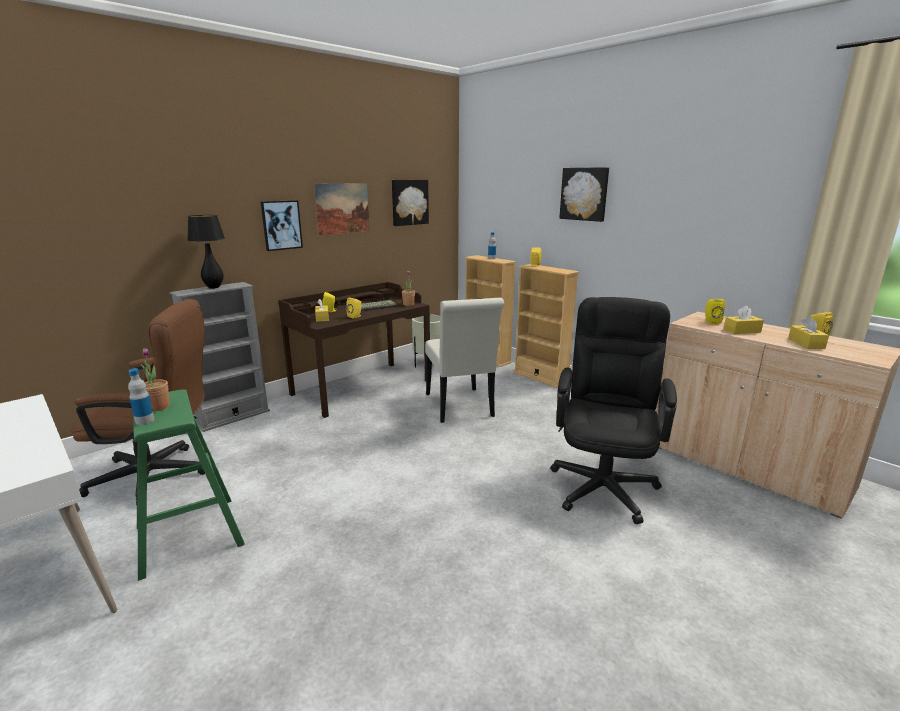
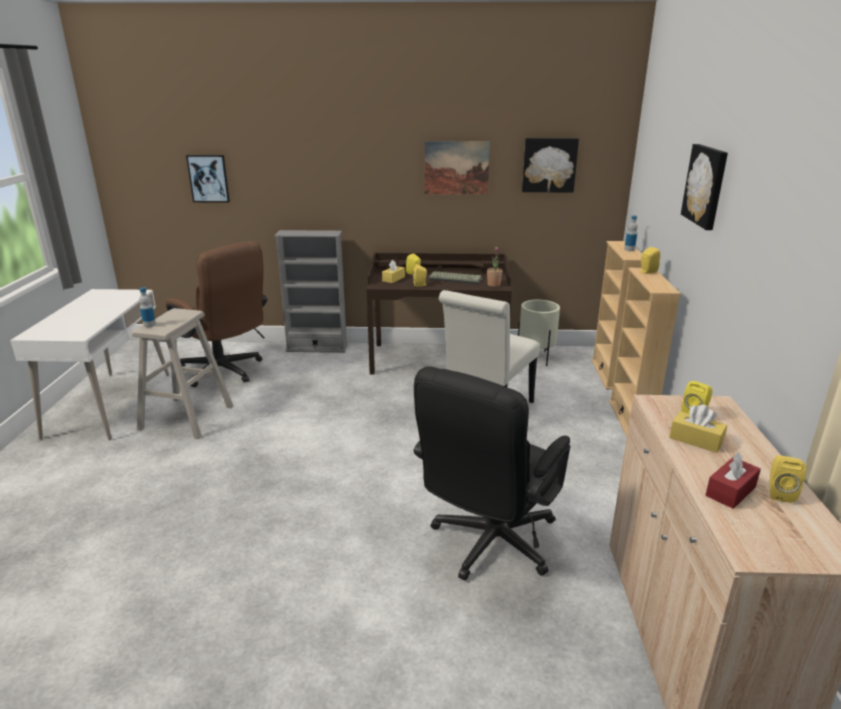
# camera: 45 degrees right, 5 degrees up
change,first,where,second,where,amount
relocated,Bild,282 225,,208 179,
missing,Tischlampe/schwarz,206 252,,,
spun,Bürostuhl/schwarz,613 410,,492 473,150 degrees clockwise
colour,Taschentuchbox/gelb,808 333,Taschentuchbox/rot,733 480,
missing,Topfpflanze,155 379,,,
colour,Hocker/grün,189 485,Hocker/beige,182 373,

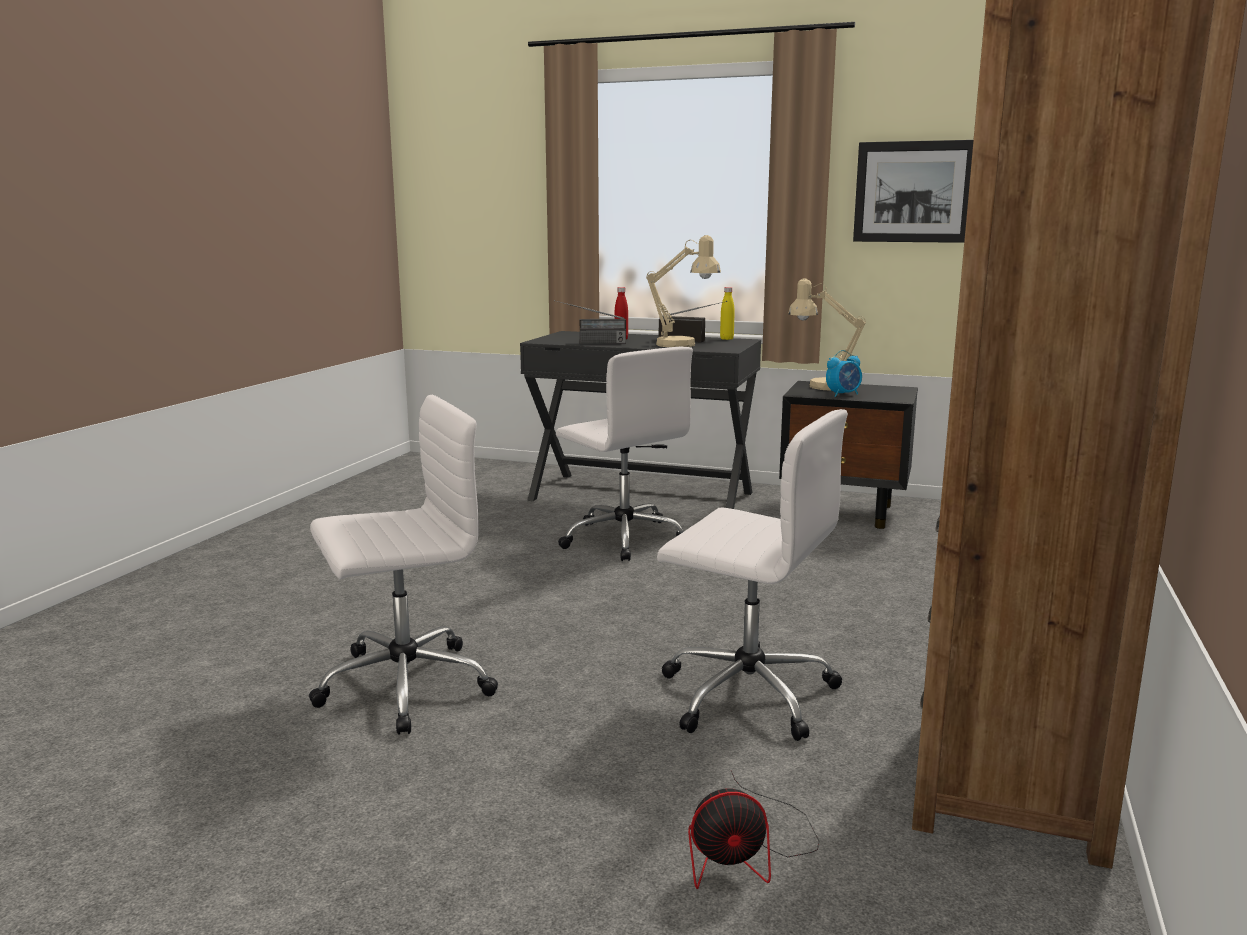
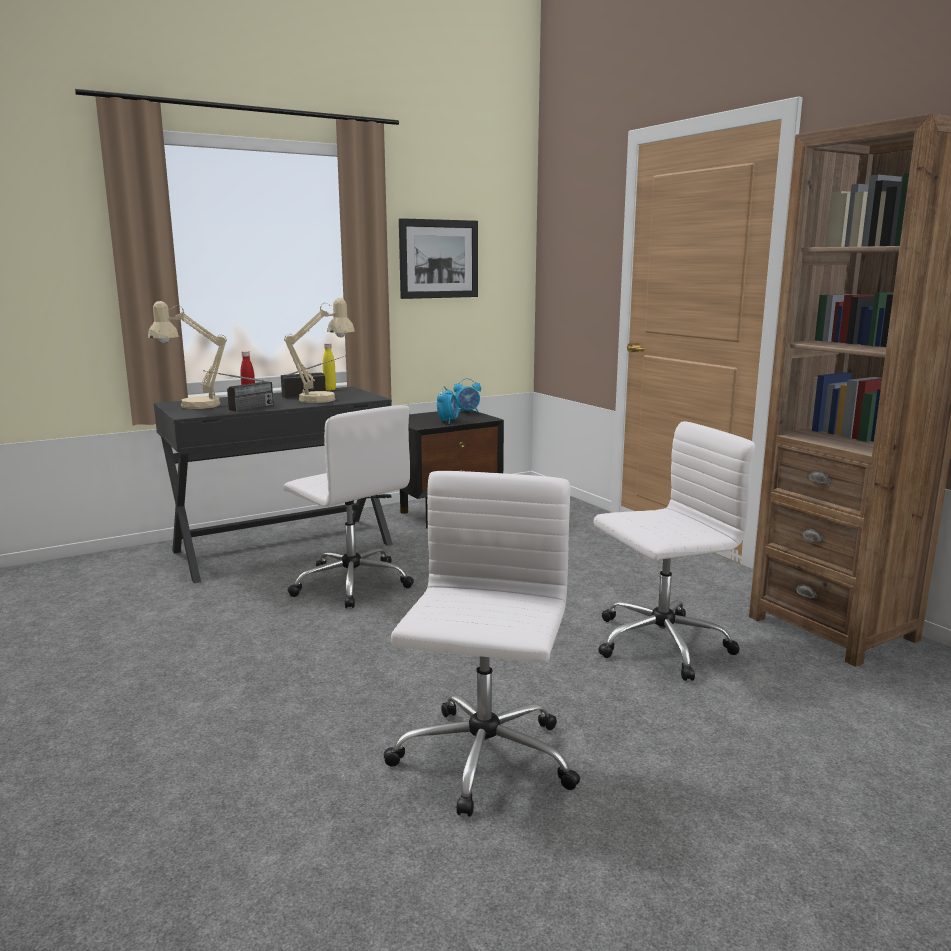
# camera: 50 degrees left, 0 degrees up
change,first,where,second,where,amount
relocated,Tischlampe/beige,827 334,,187 355,
spun,Bürostuhl/weiß,624 454,,348 507,45 degrees clockwise
missing,Ventilator,753 829,,,
appeared,,,Wecker,467 395,

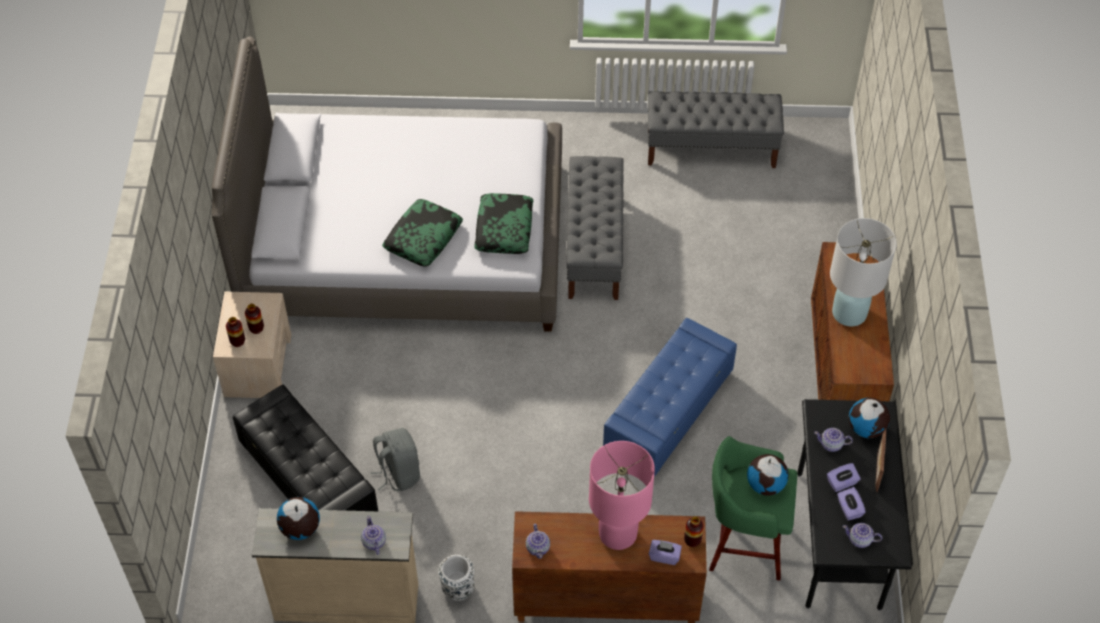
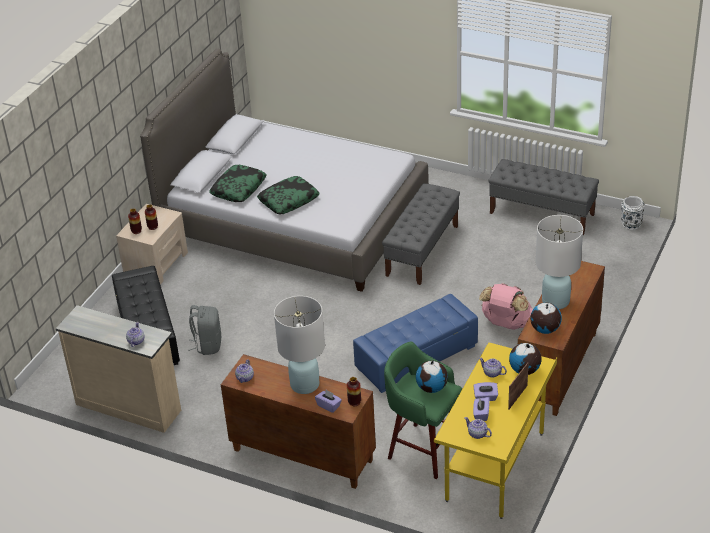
# camera: 25 degrees right, 15 degrees down
change,first,where,second,where,amount
relocated,Kissen,504 223,,237 183,
colour,Schreibtisch/schwarz,855 504,Schreibtisch/gelb,495 431,
colour,Tischlampe/rosa,622 495,Tischlampe/weiß,299 345,
relocated,Globus,298 518,,546 318,
relocated,Vase/weiß,456 578,,633 213,
appeared,,,Rucksack/rosa,506 306,

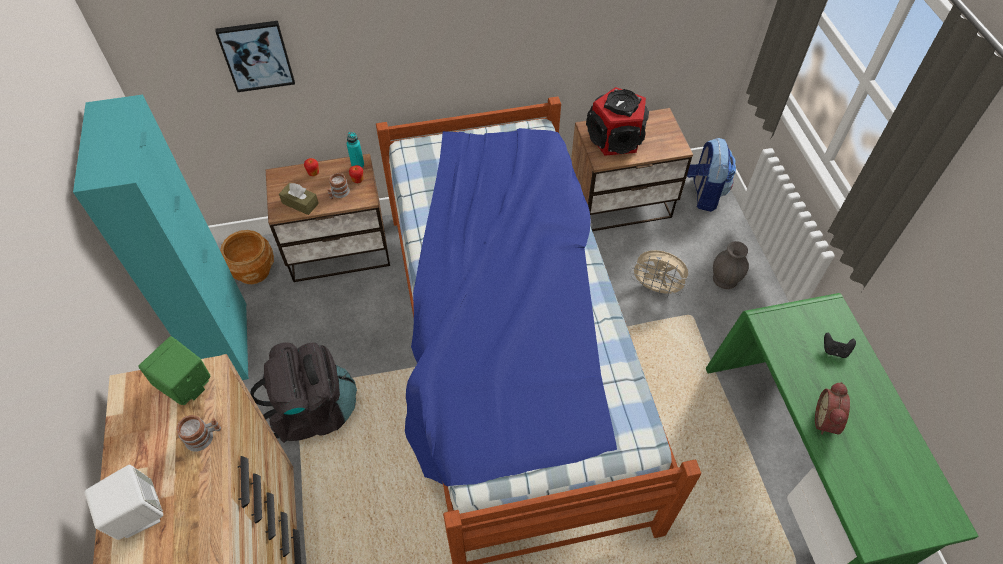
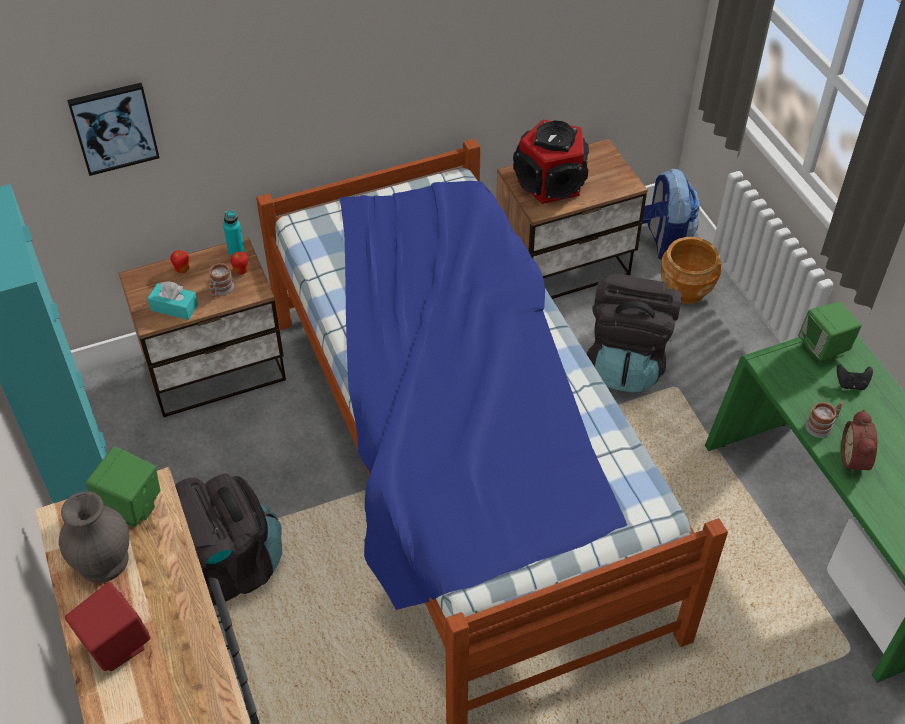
# camera: 10 degrees left, 5 degrees down
change,first,where,second,where,amount
colour,Taschentuchbox/braun,299 199,Taschentuchbox/türkis,172 300,
relocated,Pflanzkübel/braun,247 257,,691 270,
relocated,Vase/grau,731 265,,94 537,
exchanged,Ventilator/beige,659 274,Rucksack/schwarz,634 333,
relocated,Henkelbecher,198 433,,824 420,
colour,Lautsprecher/weiß,124 502,Lautsprecher/rot,107 626,
appeared,,,Lautsprecher/grün,830 333,

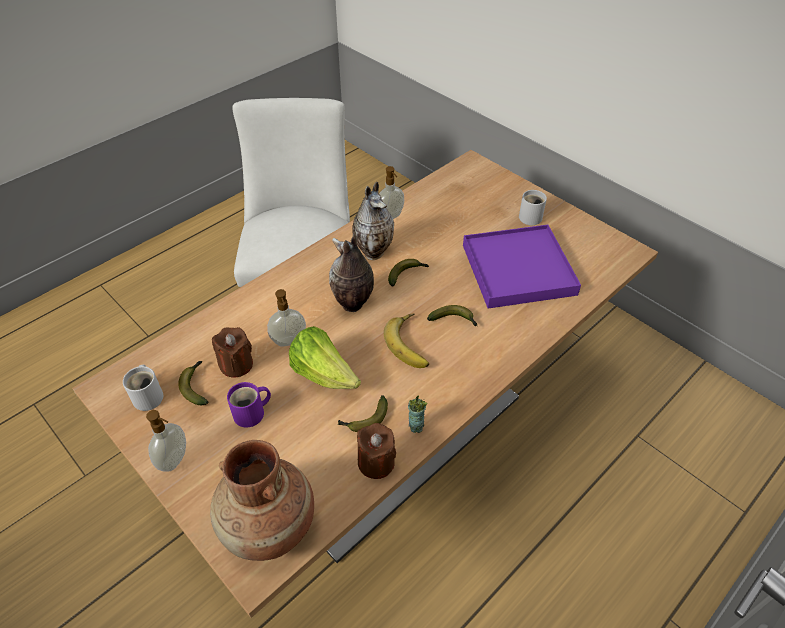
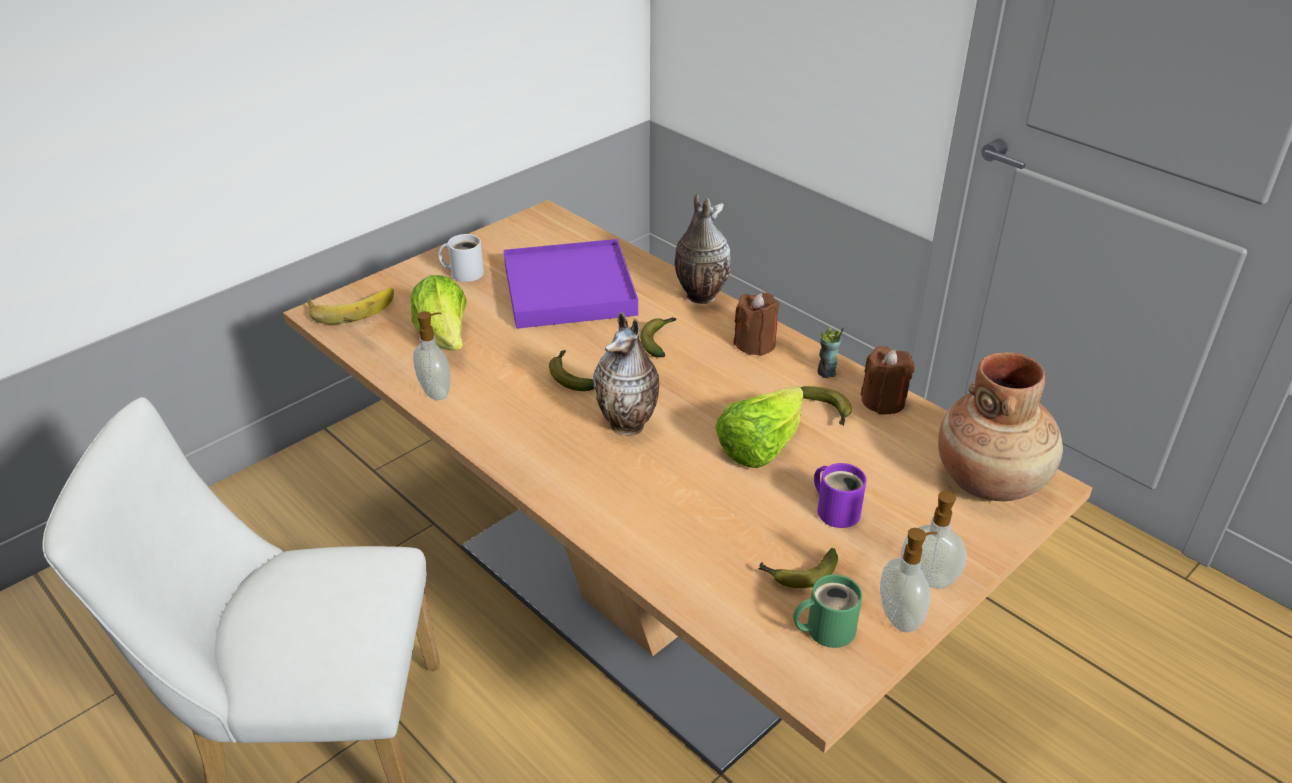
# camera: 90 degrees left, 10 degrees down
change,first,where,second,where,amount
relocated,Vase,373 221,,703 249,
relocated,Seifenspender,286 317,,909 580,
relocated,Banane,406 340,,351 306,
relocated,Kerze/braun,232 352,,756 324,
colour,Henkelbecher/weiß,143 387,Henkelbecher/grün,827 611,
appeared,,,Salatkopf,438 312,

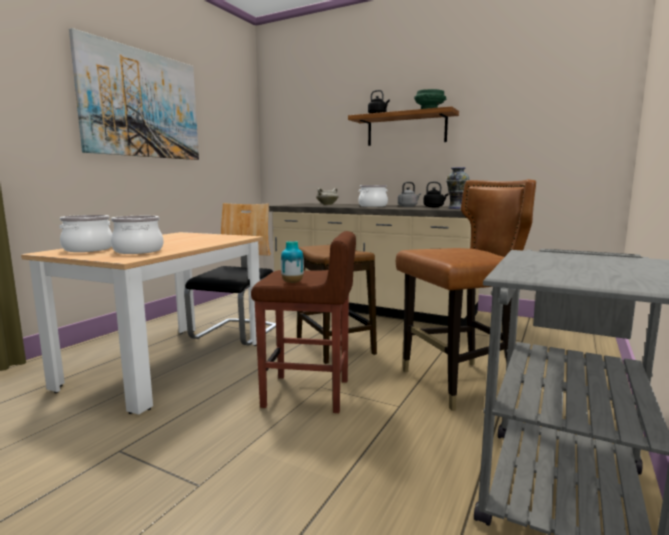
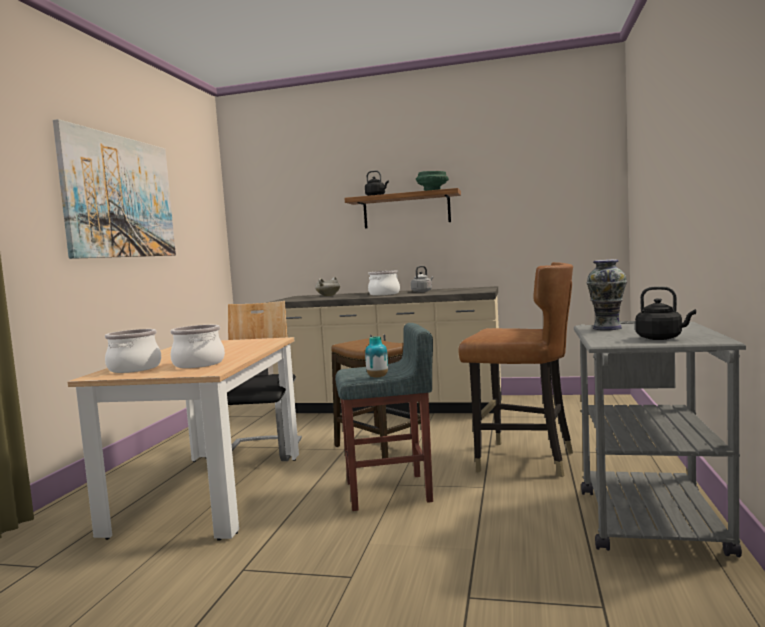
# camera: 15 degrees left, 5 degrees down
change,first,where,second,where,amount
relocated,Vase,457 188,,607 294,
spun,Stuhl/braun,466 295,,515 369,60 degrees clockwise
relocated,Wasserkessel/schwarz,436 194,,665 313,
colour,Hocker/braun,303 322,Hocker/grau,384 417,

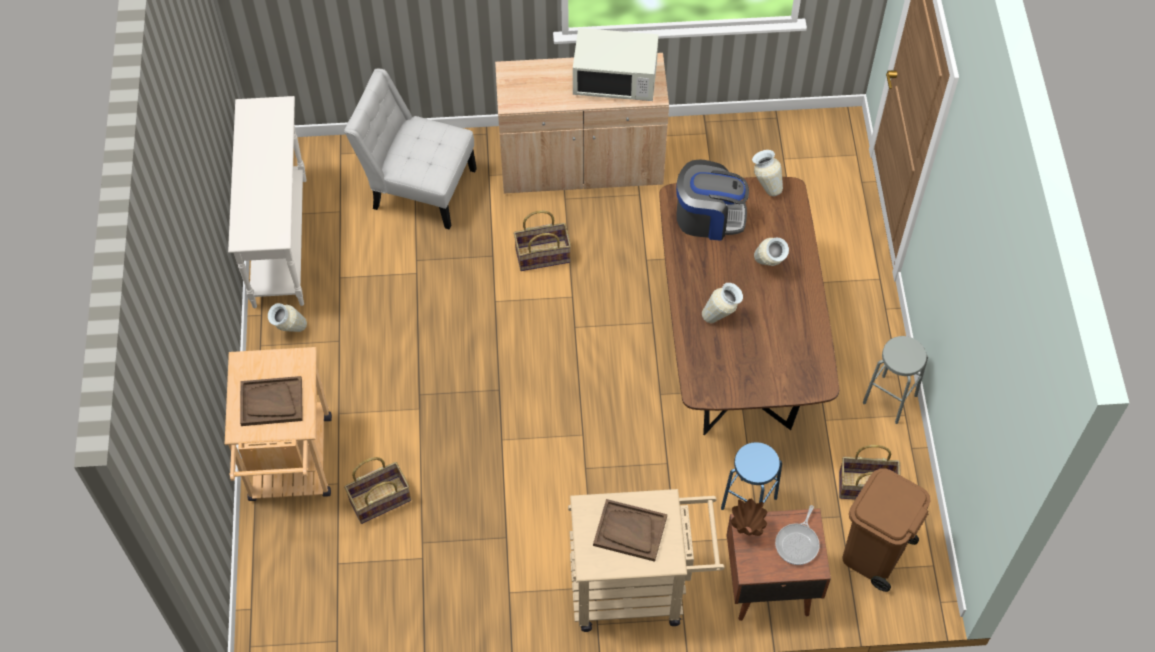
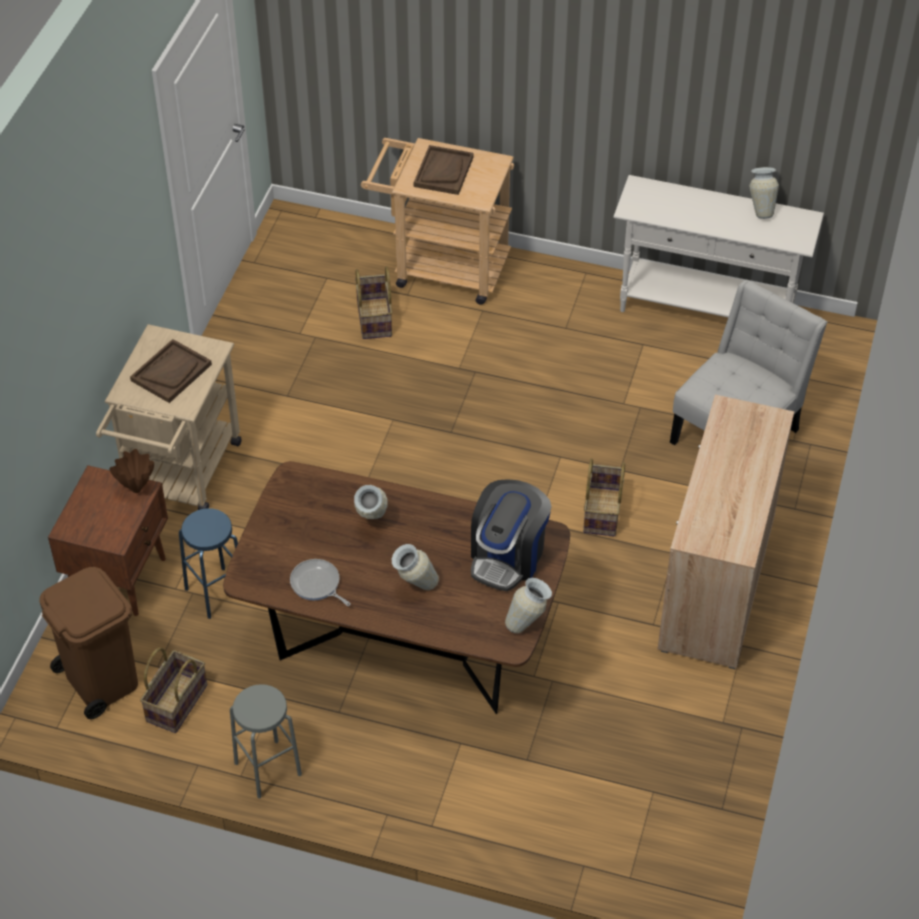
# camera: 110 degrees right, 10 degrees down
change,first,where,second,where,amount
missing,Mikrowelle/weiß,616 64,,,
relocated,Vase,287 317,,764 193,
relocated,Pfanne,797 535,,320 582,

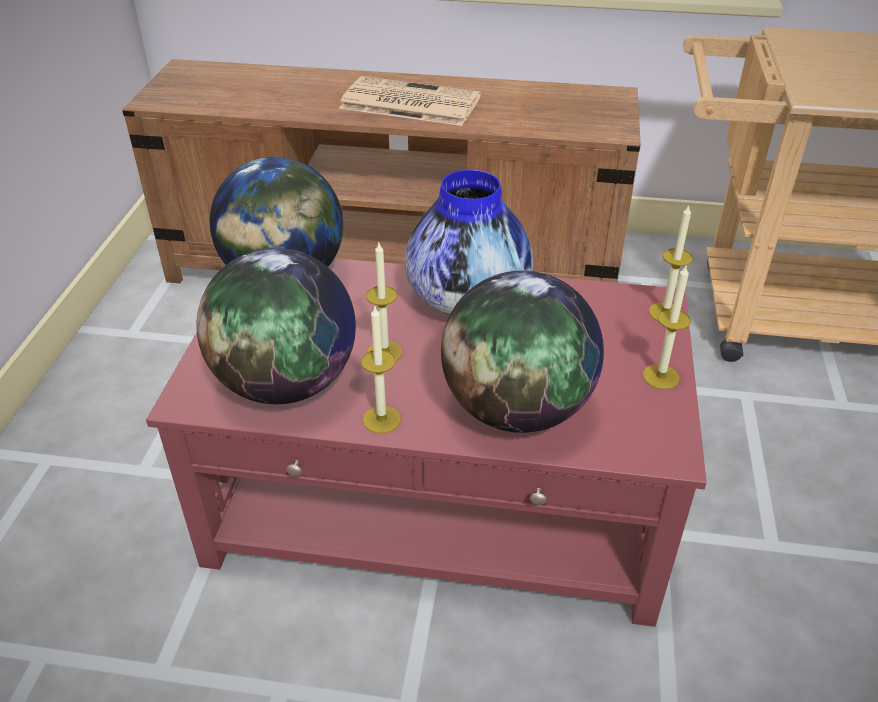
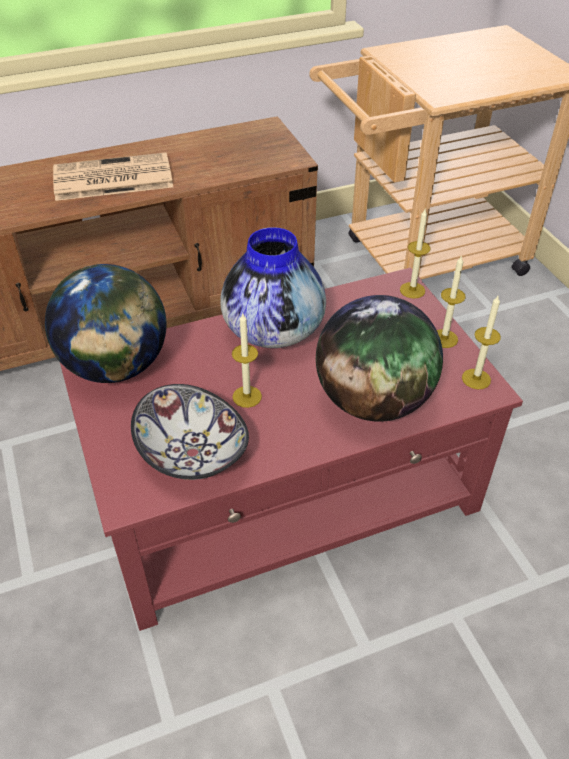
# camera: 30 degrees left, 5 degrees up
change,first,where,second,where,amount
exchanged,Globus,276 326,Schüssel,190 432,
relocated,Kerze,381 370,,481 342,

